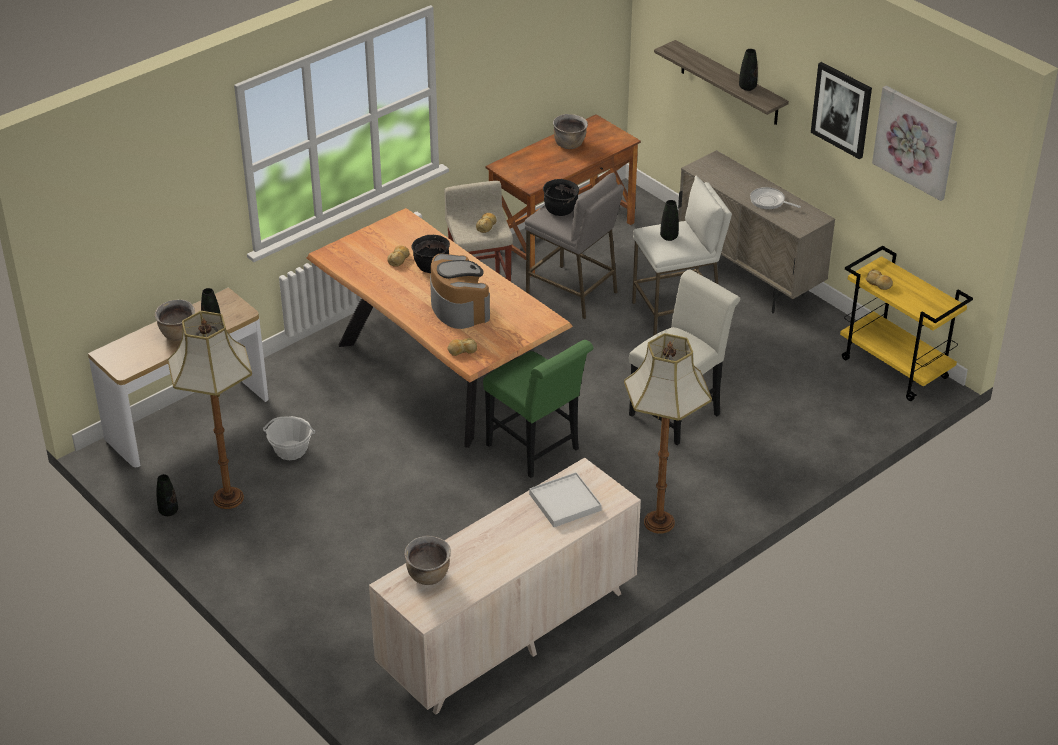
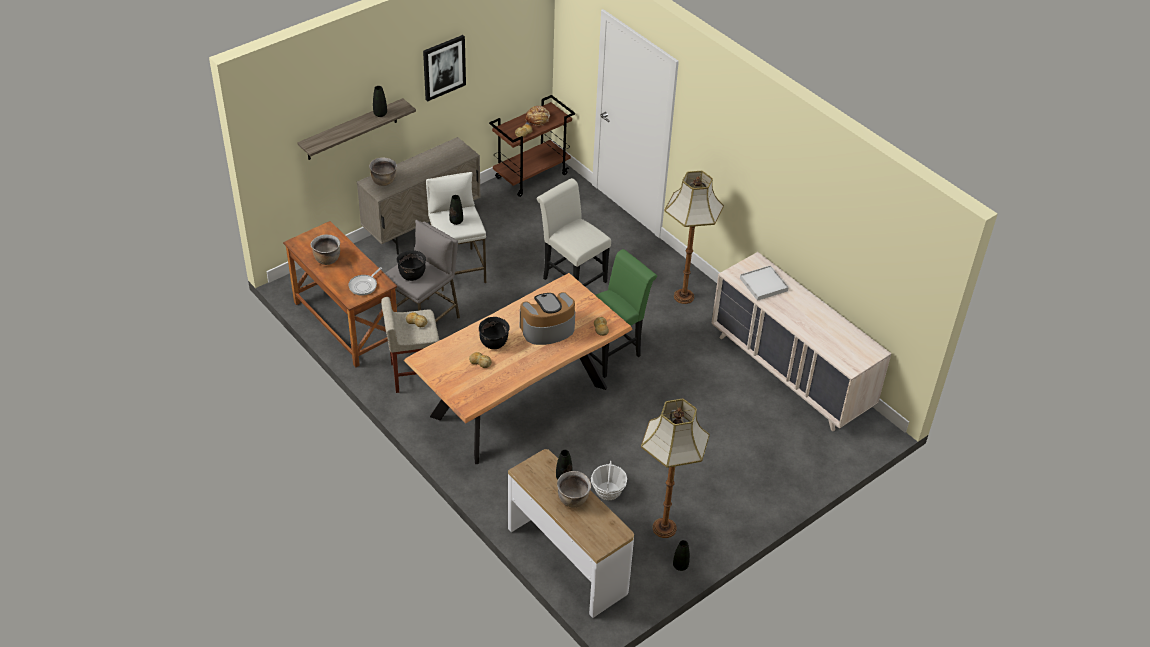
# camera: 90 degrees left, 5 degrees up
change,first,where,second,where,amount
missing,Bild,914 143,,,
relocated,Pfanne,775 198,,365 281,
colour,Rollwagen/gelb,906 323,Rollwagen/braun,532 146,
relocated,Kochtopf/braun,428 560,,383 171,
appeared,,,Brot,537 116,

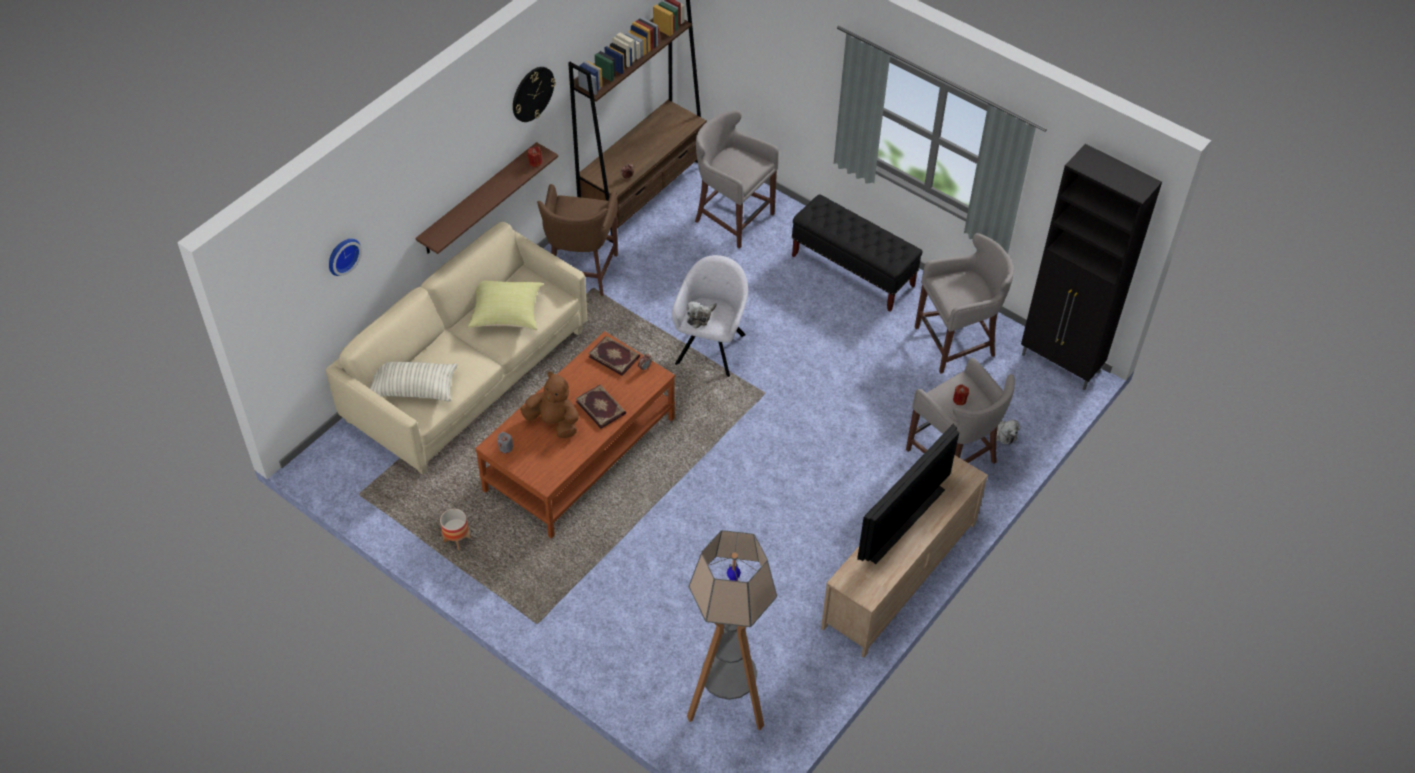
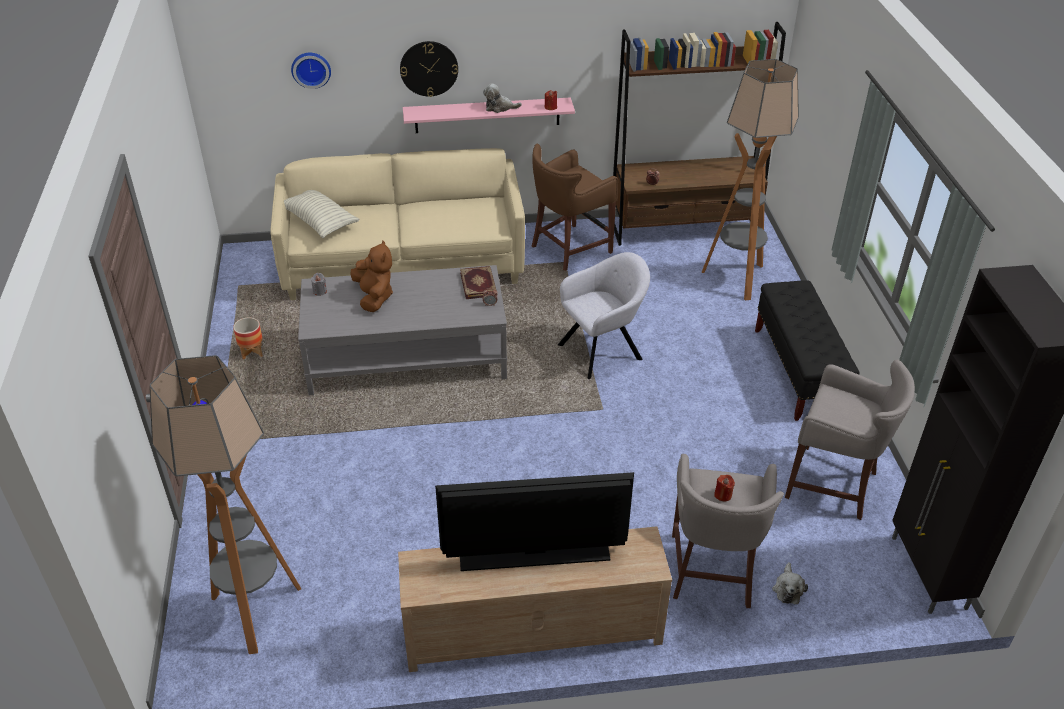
# camera: 45 degrees right, 10 degrees down
change,first,where,second,where,amount
relocated,Wanduhr,534 94,,429 69,
exchanged,Hocker/grau,737 179,Stehlampe,750 179,
colour,Wandregal/braun,486 198,Wandregal/rosa,489 115,
missing,Kissen/gelb,505 305,,,
relocated,Plüschtier,701 315,,502 98,
colour,Couchtisch/braun,575 435,Couchtisch/grau,402 330,
missing,Buch,601 407,,,

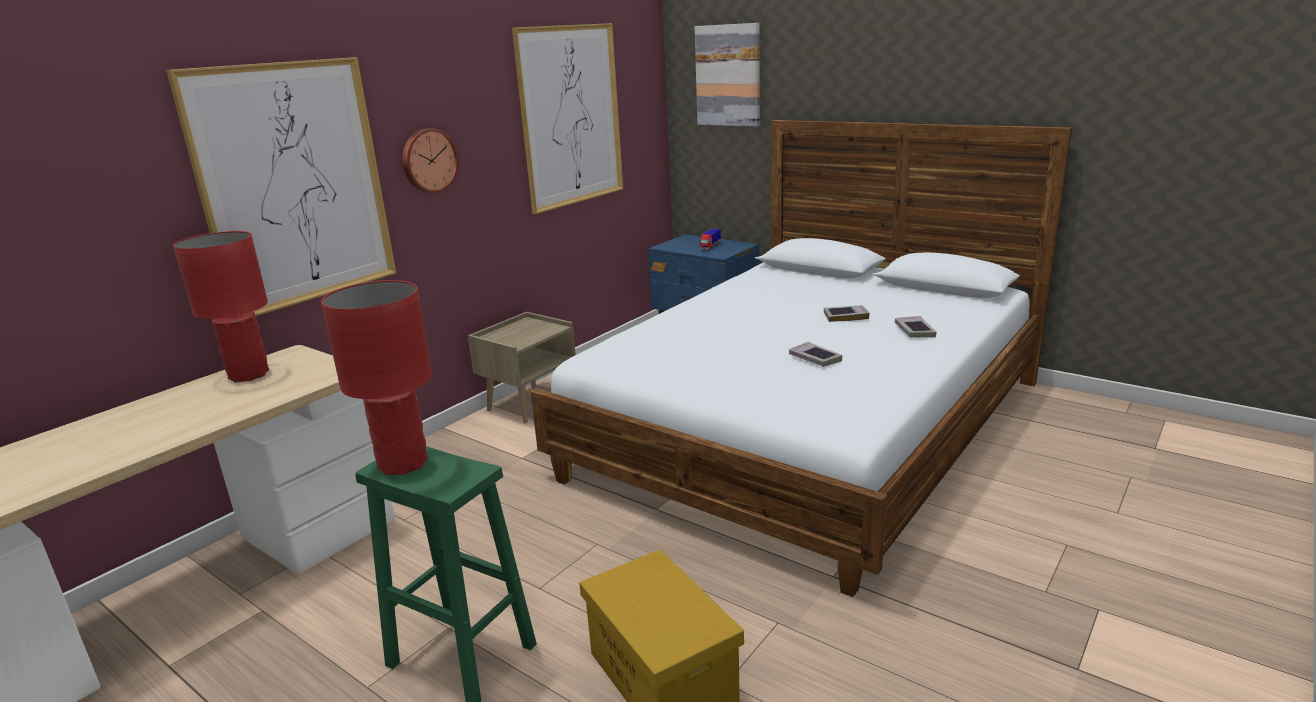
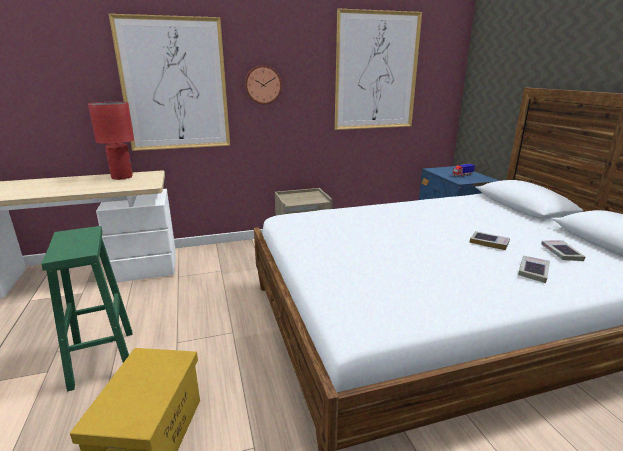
# camera: 35 degrees right, 0 degrees up
change,first,where,second,where,amount
missing,Bild,727 75,,,
missing,Tischlampe/rot,376 377,,,
relocated,Buch,815 354,,563 250,

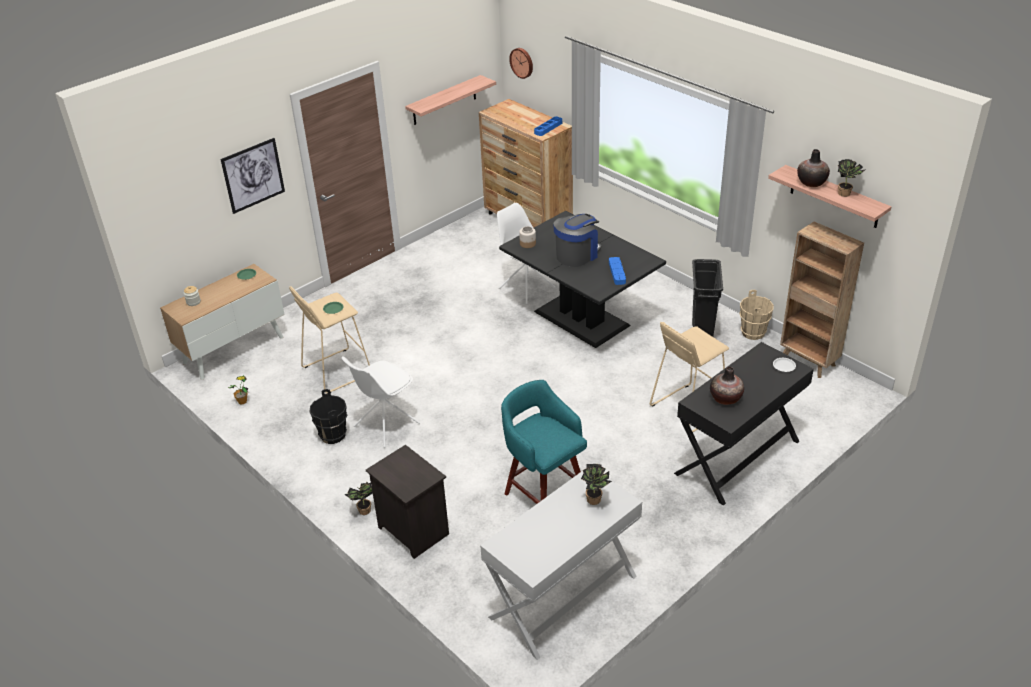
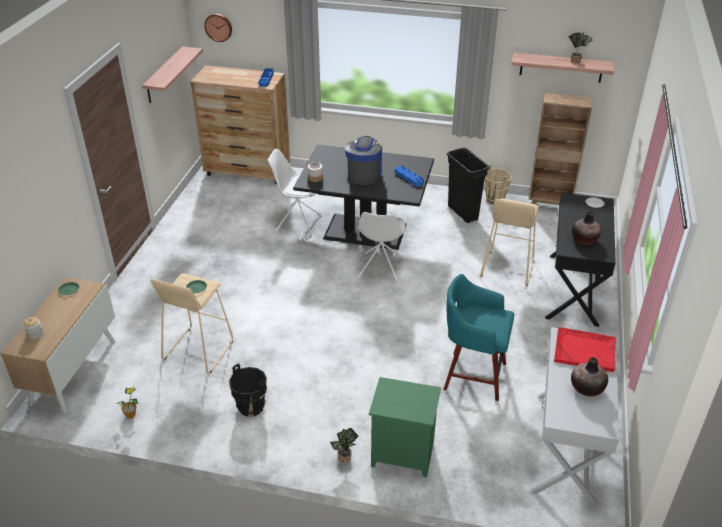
# camera: 35 degrees left, 0 degrees up
change,first,where,second,where,amount
missing,Bild,252 176,,,
relocated,Vase,813 168,,589 377,
relocated,Stuhl/weiß,381 402,,382 247,
colour,Nachttisch/schwarz,407 502,Nachttisch/grün,405 427,
exchanged,Topfpflanze,596 484,Tablett/rot,585 349,

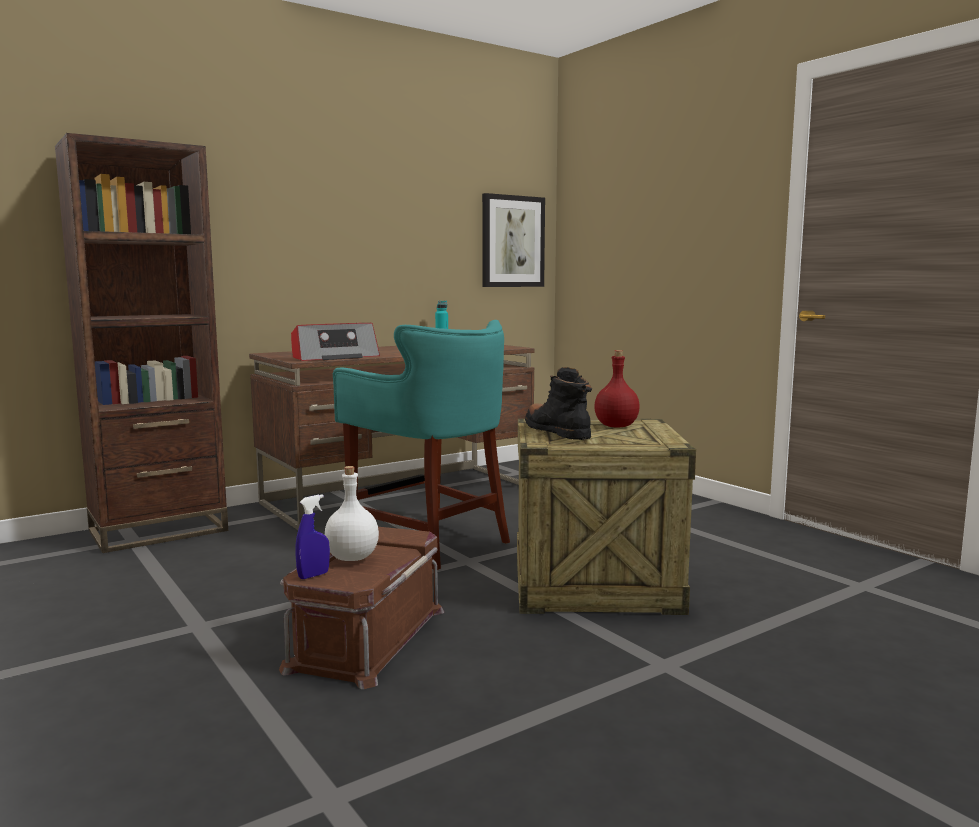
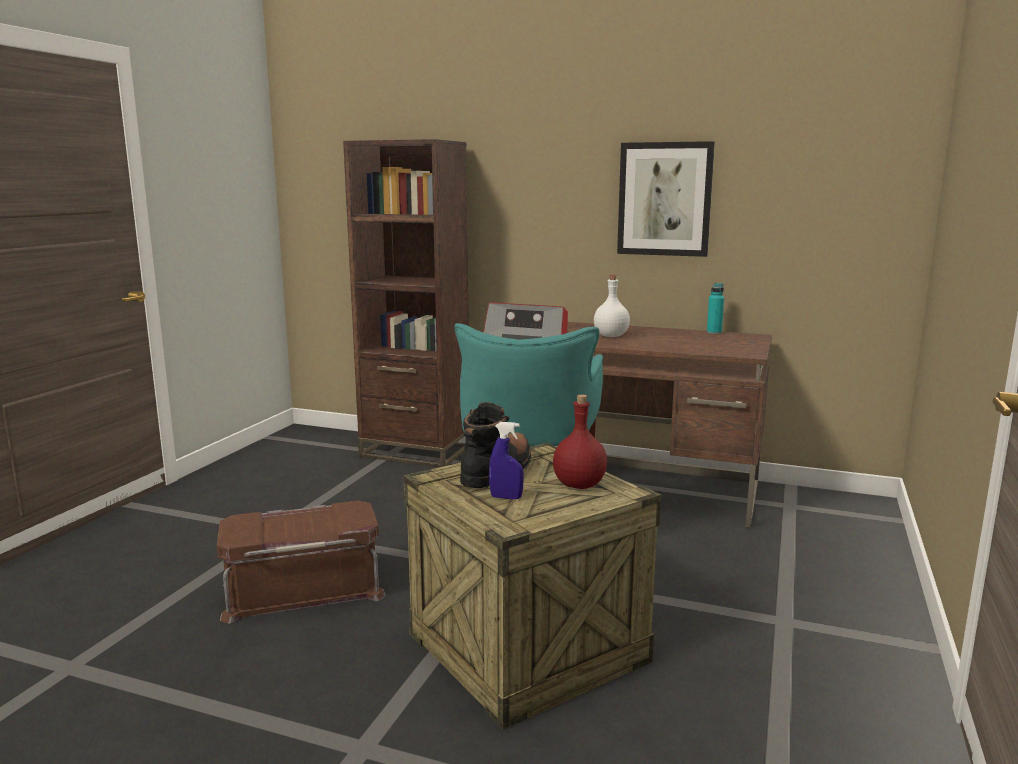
# camera: 55 degrees right, 5 degrees up
change,first,where,second,where,amount
relocated,Bild,513 240,,666 199,
relocated,Flasche/weiß,352 513,,612 306,
relocated,Sprühflasche/blau,313 536,,506 461,

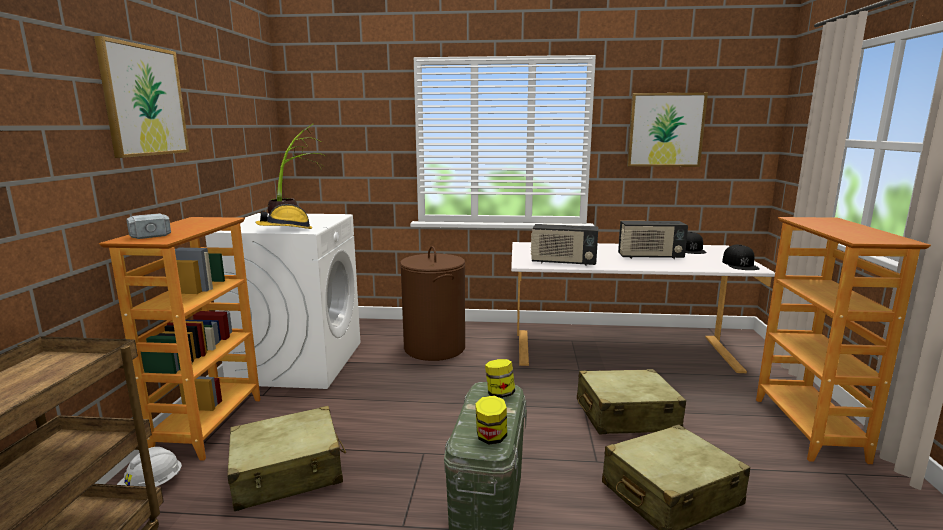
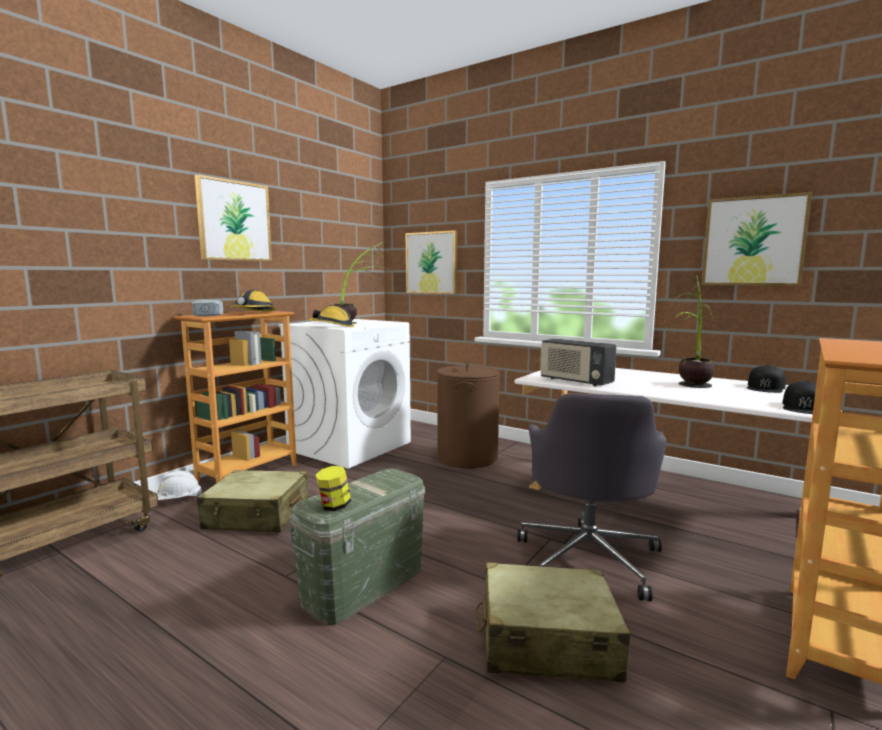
# camera: 30 degrees right, 5 degrees down
change,first,where,second,where,amount
exchanged,Radio,653 240,Topfpflanze,691 332,
missing,Vorratsglas,500 378,,,
exchanged,Koffer/beige,631 401,Bürostuhl/grau,591 497,
appeared,,,Bild,431 262,
appeared,,,Schutzhelm,253 301,

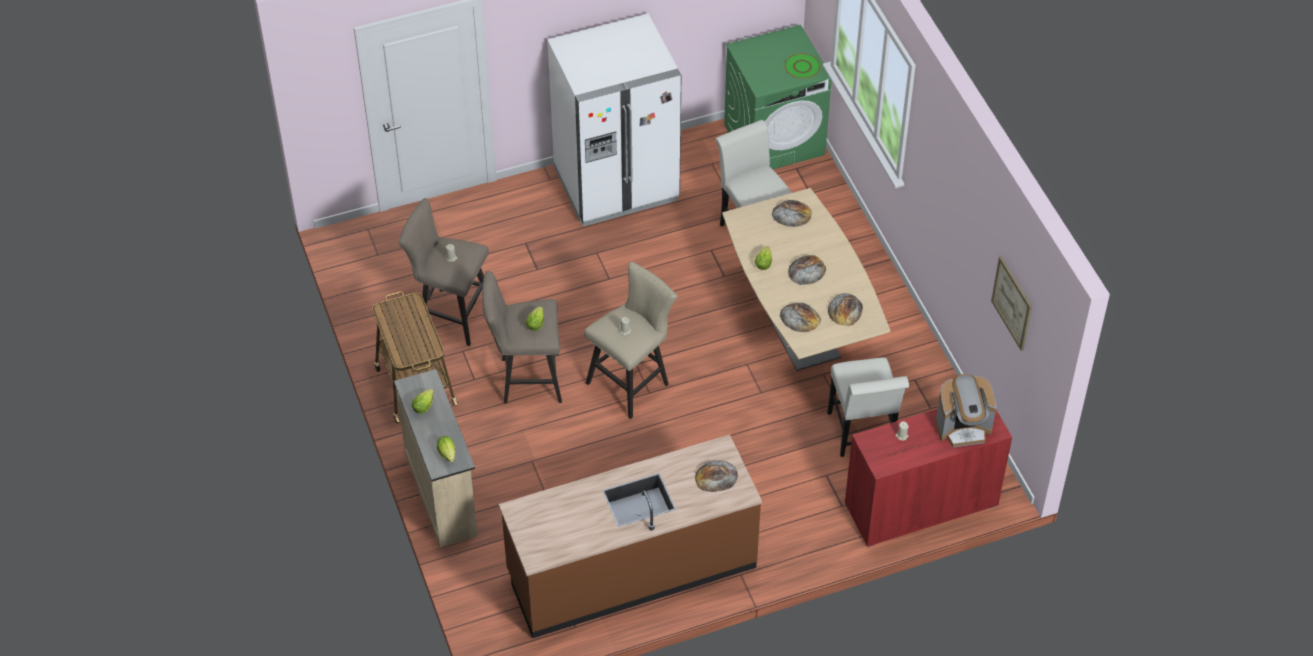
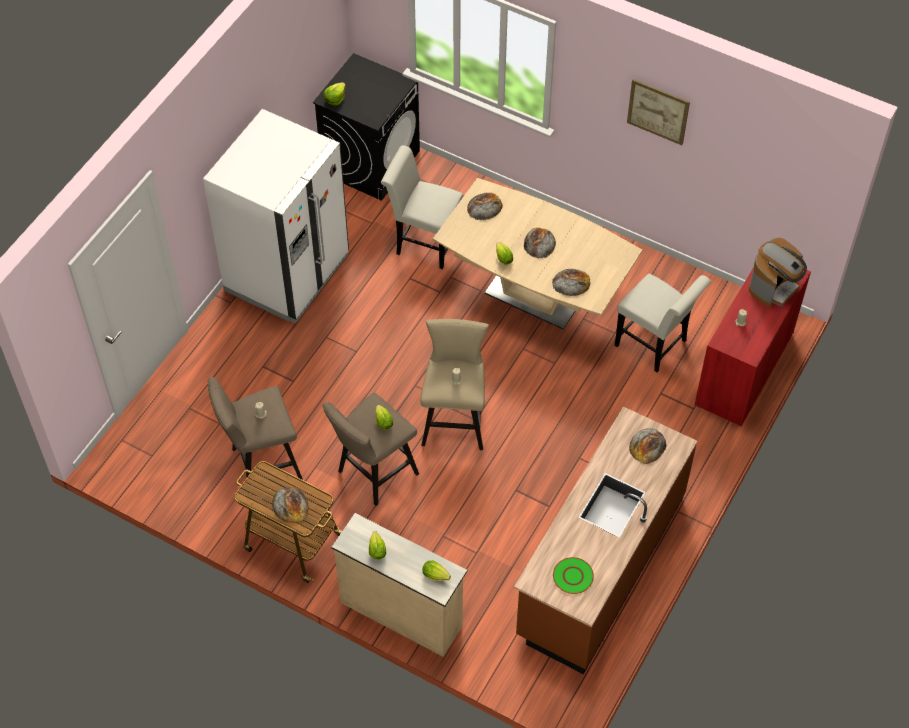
# camera: 40 degrees left, 5 degrees up
change,first,where,second,where,amount
colour,Waschmaschine/grün,777 97,Waschmaschine/schwarz,366 127,
relocated,Teller/grün,802 66,,573 575,
relocated,Bild,1011 304,,658 112,
relocated,Brot,845 309,,290 505,
appeared,,,Salatkopf,335 94,

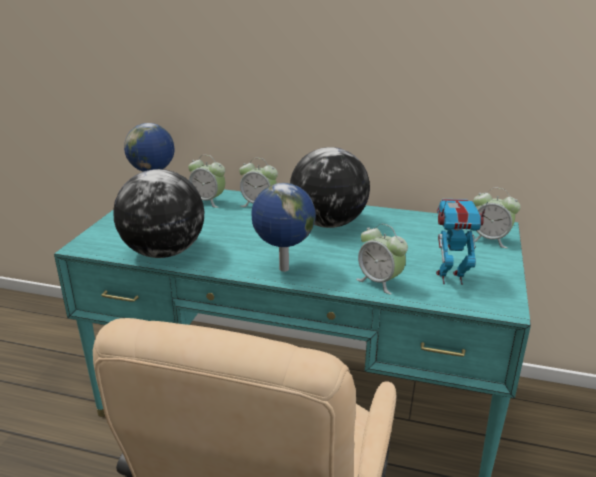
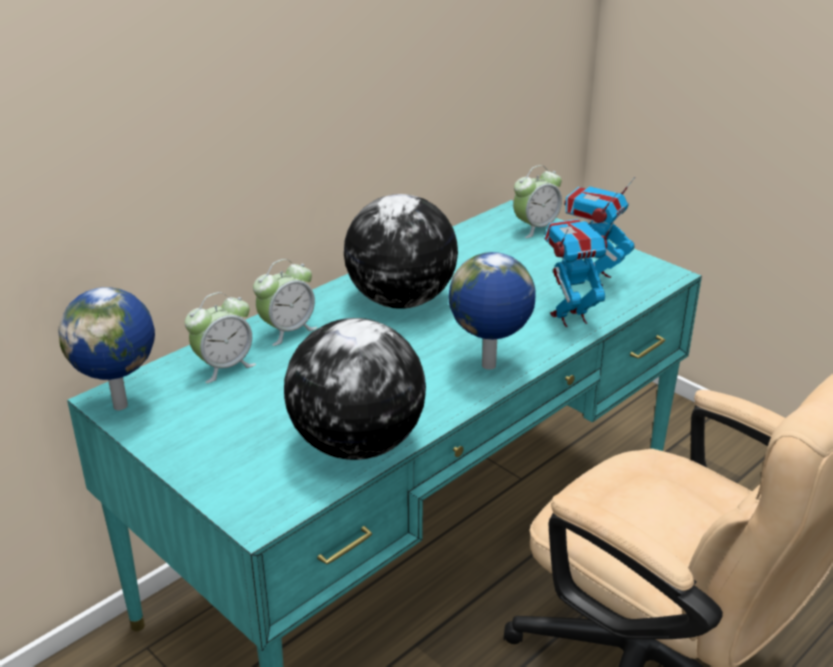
# camera: 60 degrees left, 5 degrees up
change,first,where,second,where,amount
exchanged,Wecker,382 259,Spielzeugroboter,579 273,

